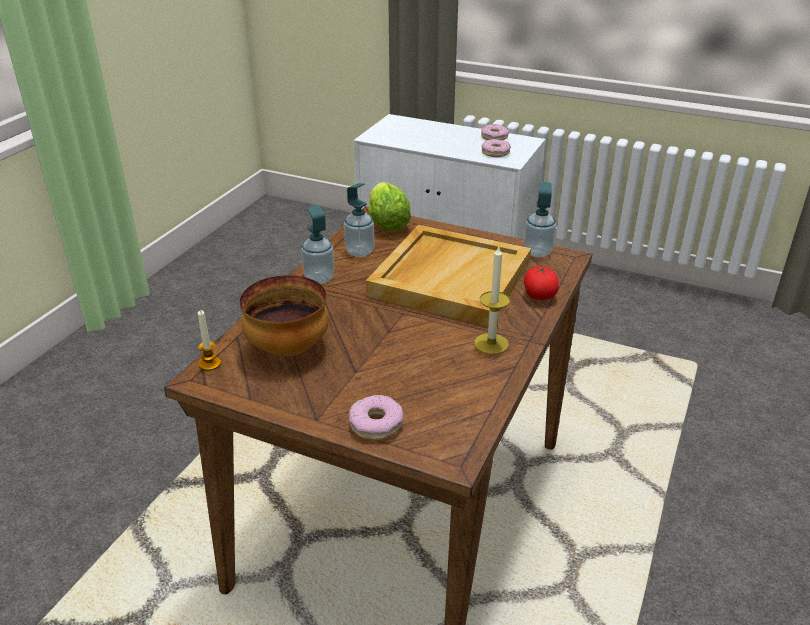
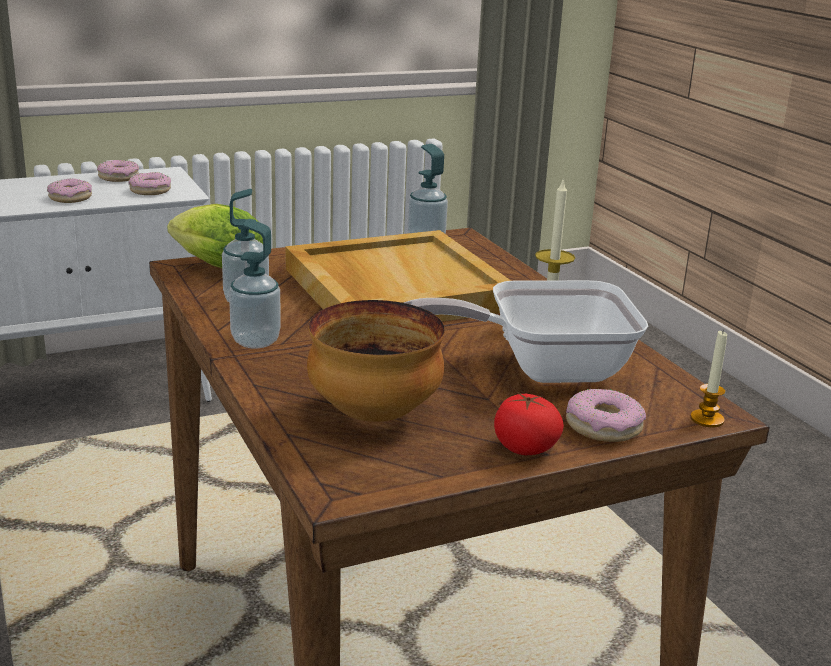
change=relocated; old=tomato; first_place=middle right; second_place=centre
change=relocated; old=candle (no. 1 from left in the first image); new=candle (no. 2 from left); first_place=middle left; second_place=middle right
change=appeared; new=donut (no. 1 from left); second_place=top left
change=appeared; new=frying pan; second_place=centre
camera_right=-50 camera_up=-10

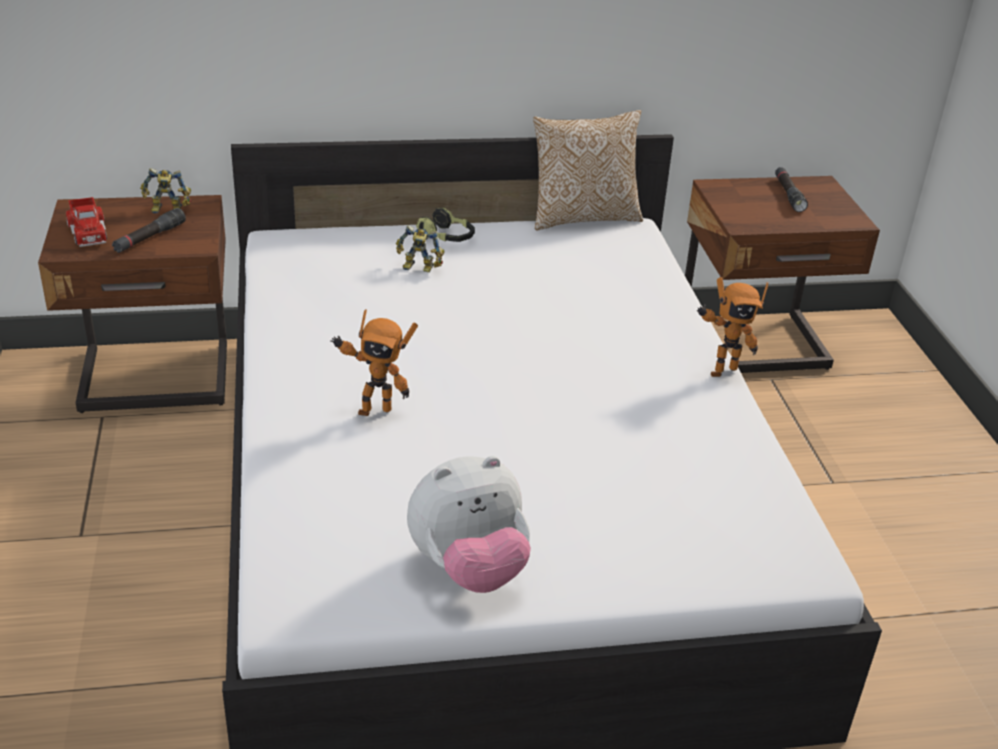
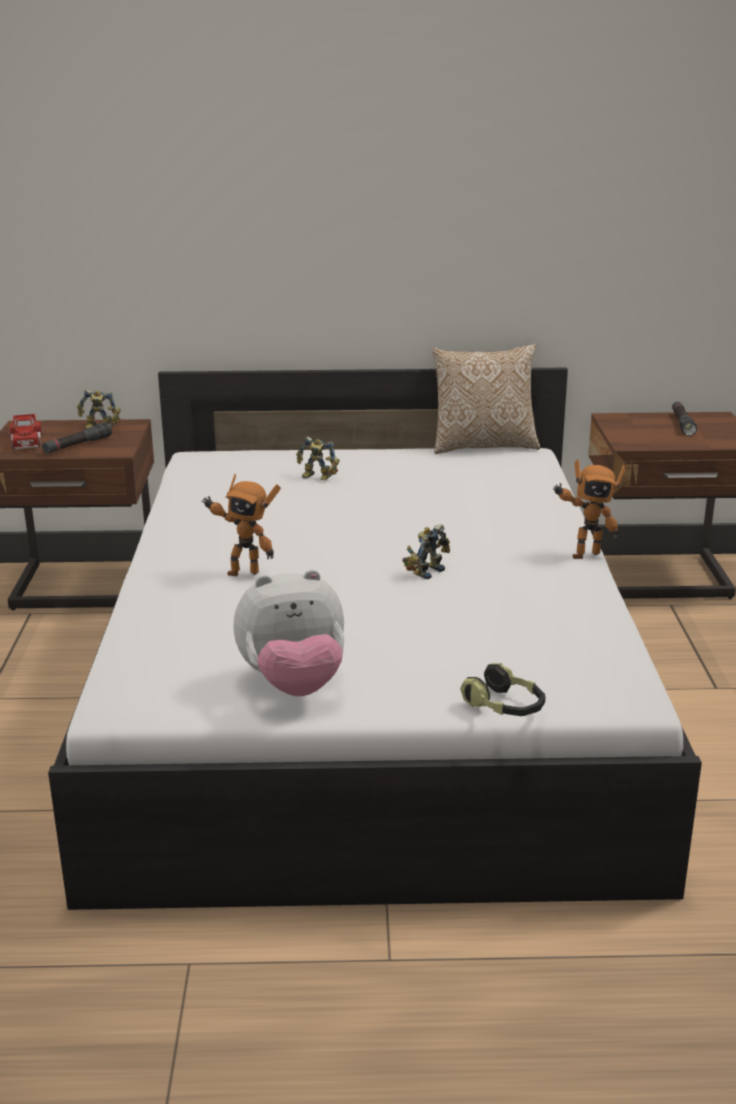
change=relocated; old=headphones; first_place=top centre; second_place=middle right
change=appeared; new=toy robot (no. 4 from left); second_place=centre
camera_right=10 camera_up=-10

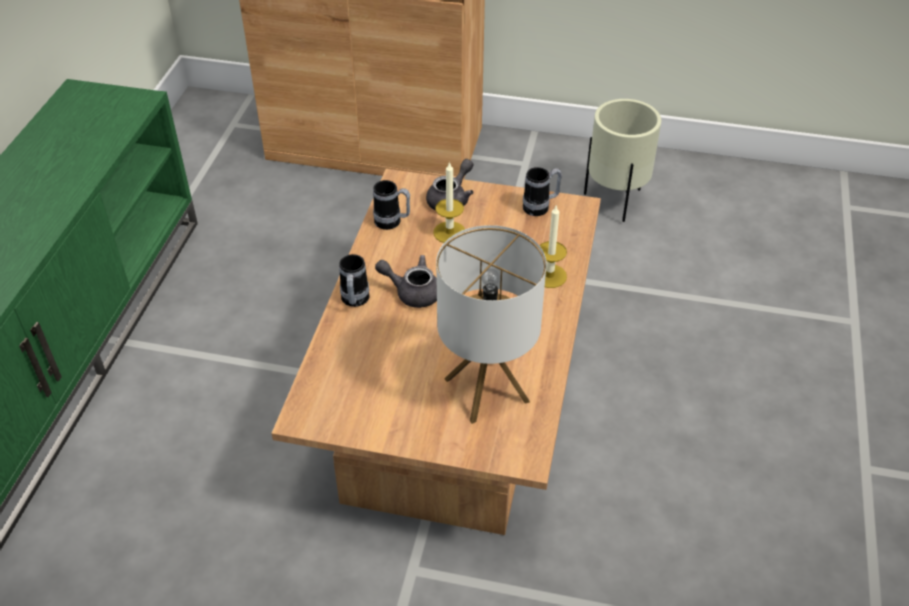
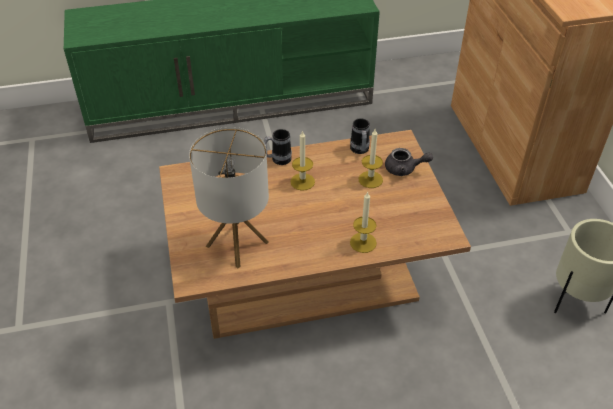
change=missing; old=mug (no. 3 from left); first_place=top centre
change=exchanged; old=teapot (grey) (no. 1 from left); new=candle (no. 1 from left); first_place=centre; second_place=centre
camera_right=65 camera_up=0

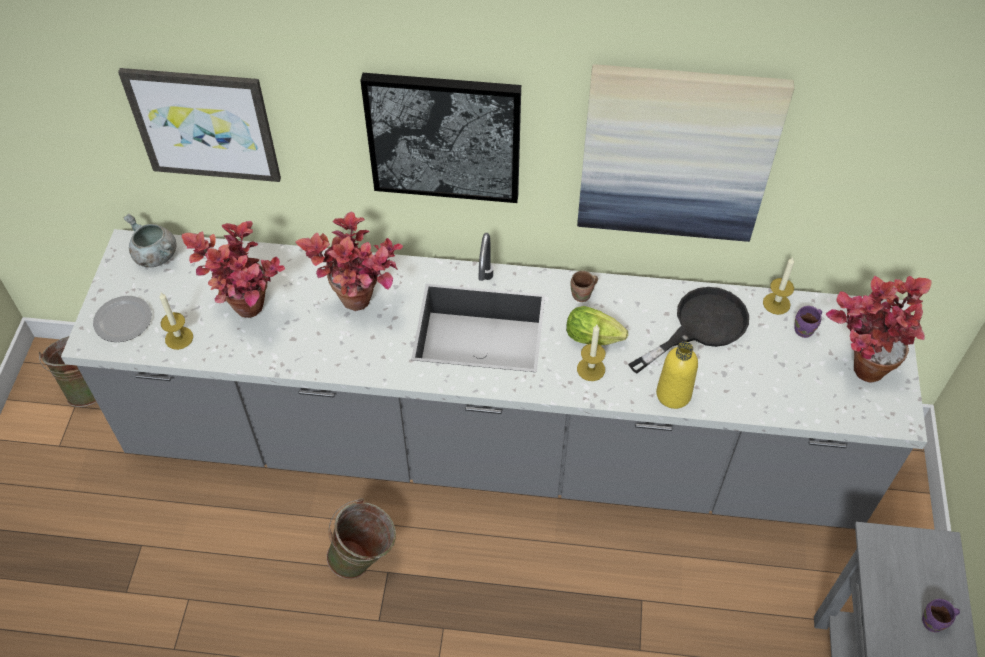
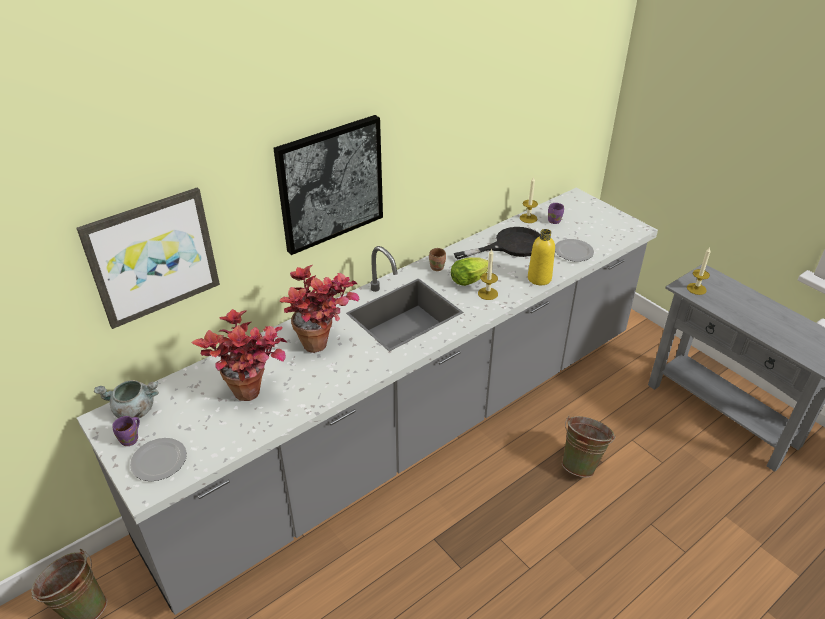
change=missing; old=picture (no. 3 from left); first_place=top right
change=missing; old=potted plant (no. 3 from left); first_place=middle right
change=spun; old=frying pan (black); first_place=middle right; second_place=centre; degrees=60
change=relocated; old=candle (no. 1 from left in the first image); new=candle (no. 3 from left); first_place=middle left; second_place=middle right
change=relocated; old=bucket (green) (no. 2 from left); first_place=bottom centre; second_place=bottom right
change=relocated; old=mug (purple) (no. 2 from left in the first image); new=mug (purple) (no. 1 from left); first_place=bottom right; second_place=bottom left
change=appeared; new=plate (no. 2 from left); second_place=middle right
camera_right=-45 camera_up=-15

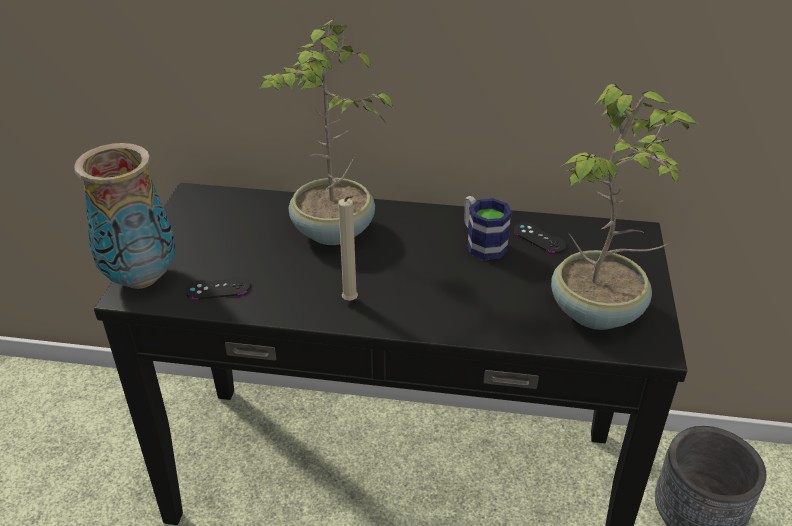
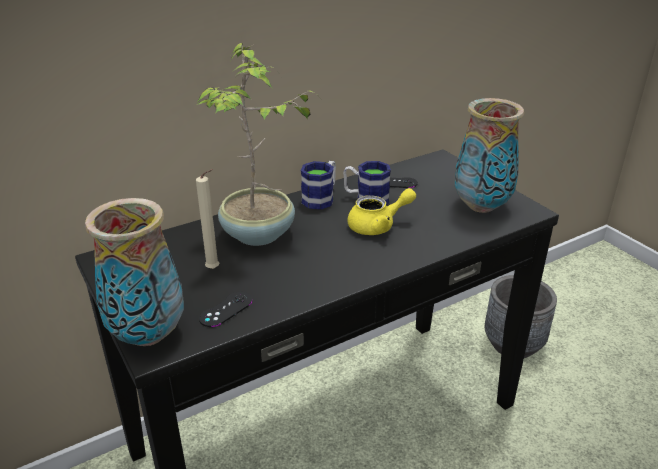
change=exchanged; old=potted plant (no. 2 from left); new=vase (no. 2 from left); first_place=middle right; second_place=top right
change=relocated; old=candle (beige); first_place=centre; second_place=middle left
change=appeared; new=mug (no. 1 from left); second_place=centre
change=appeared; new=teapot (yellow); second_place=centre
camera_right=-40 camera_up=-5

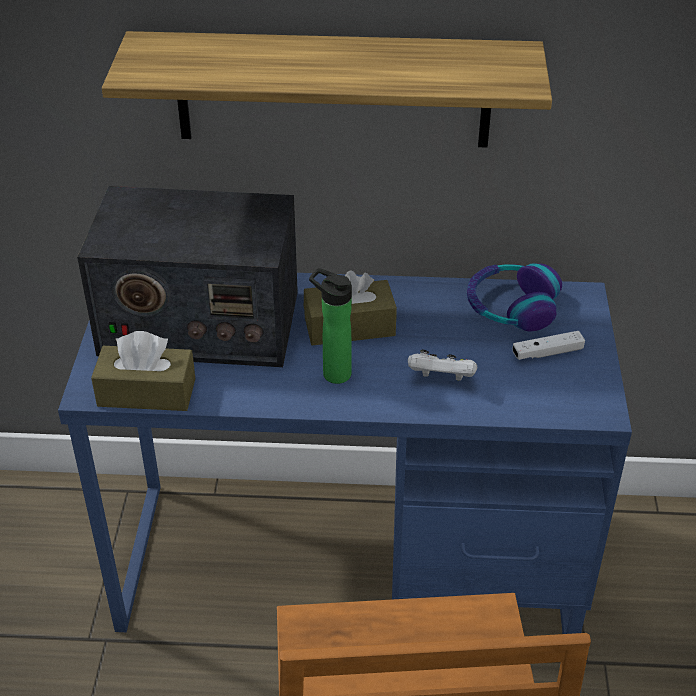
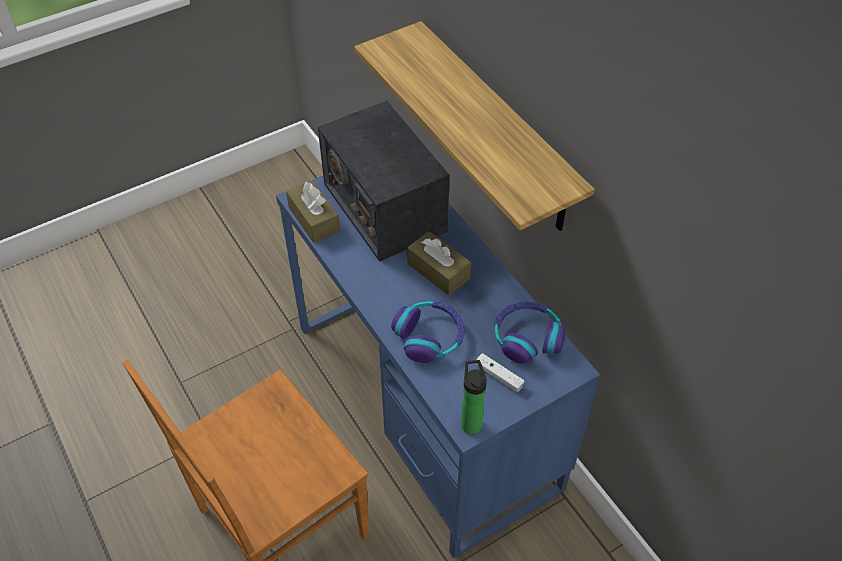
change=relocated; old=bottle; first_place=centre; second_place=bottom centre
change=exchanged; old=game controller (white) (no. 1 from left); new=headphones (no. 1 from left); first_place=centre; second_place=centre
camera_right=55 camera_up=10

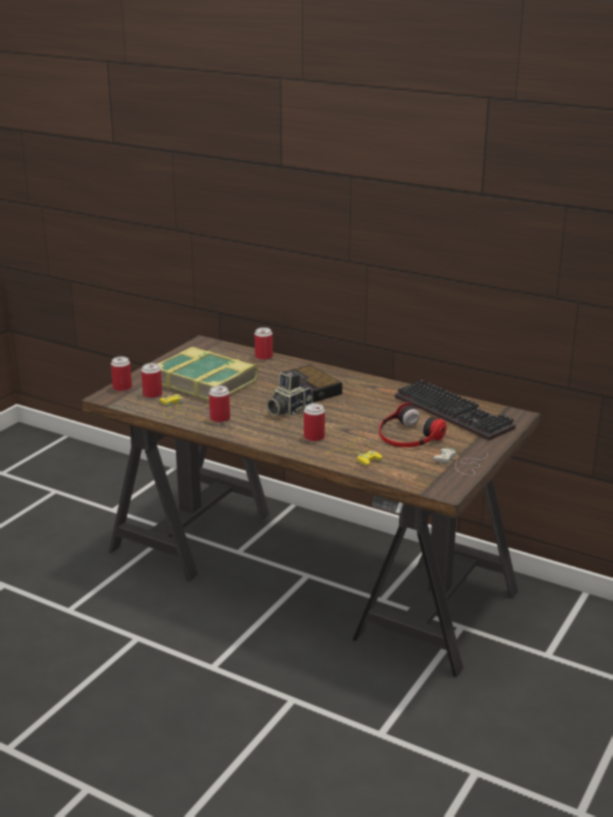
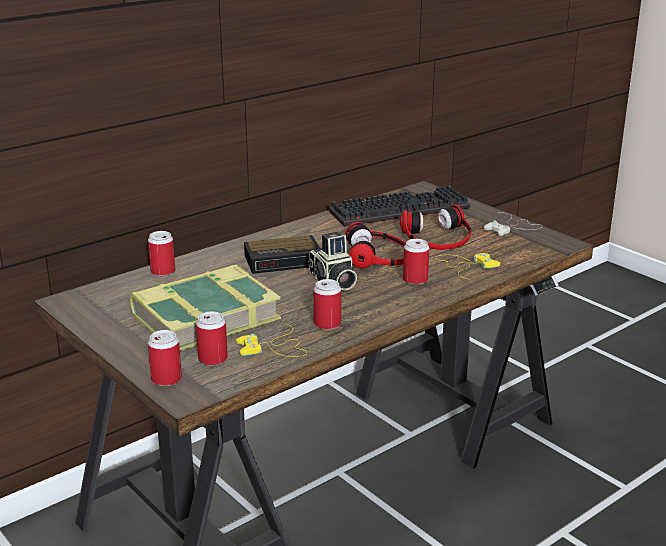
change=appeared; new=headphones (no. 1 from left); second_place=centre
camera_right=-70 camera_up=0

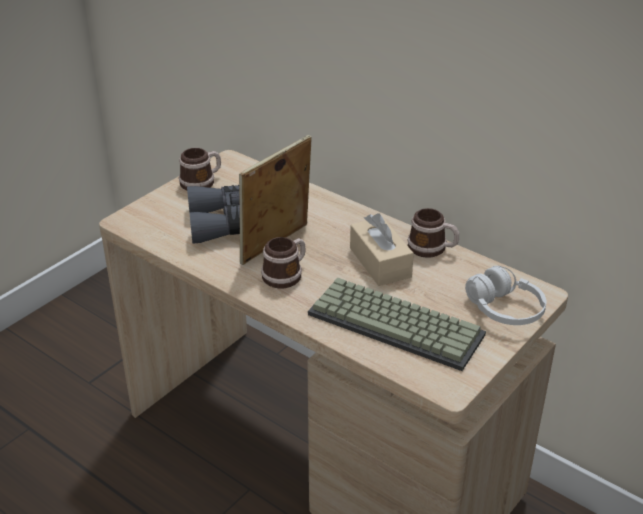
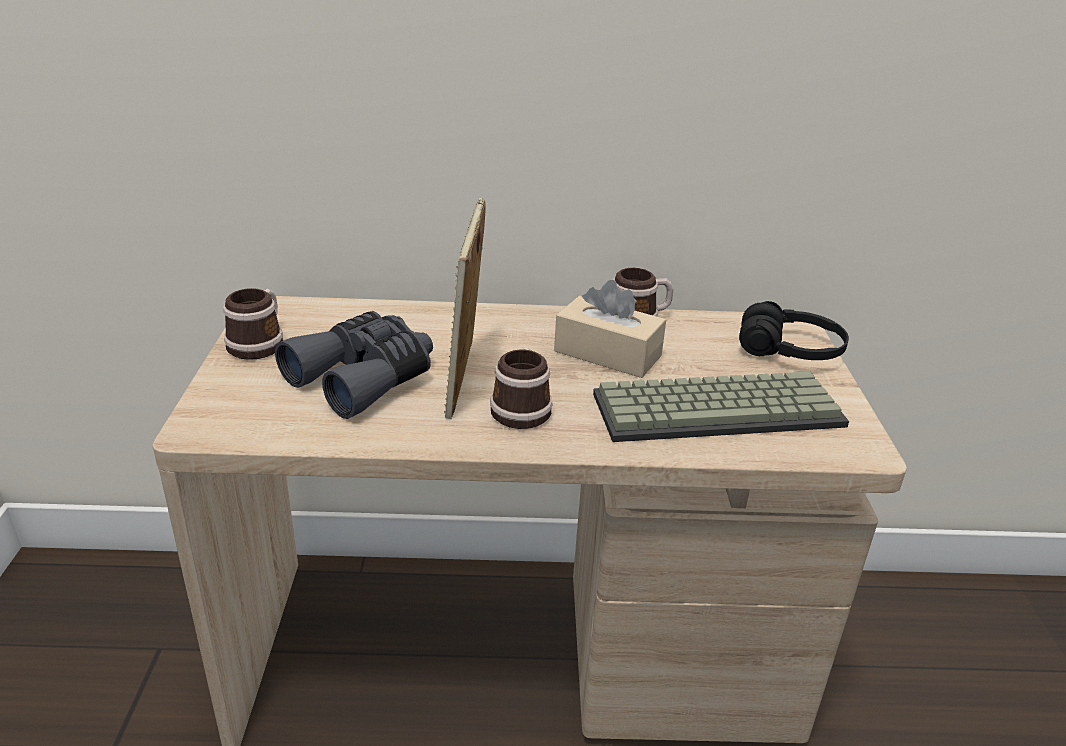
change=colour; old=headphones (white); new=headphones (black); first_place=middle right; second_place=middle right
camera_right=-40 camera_up=-5

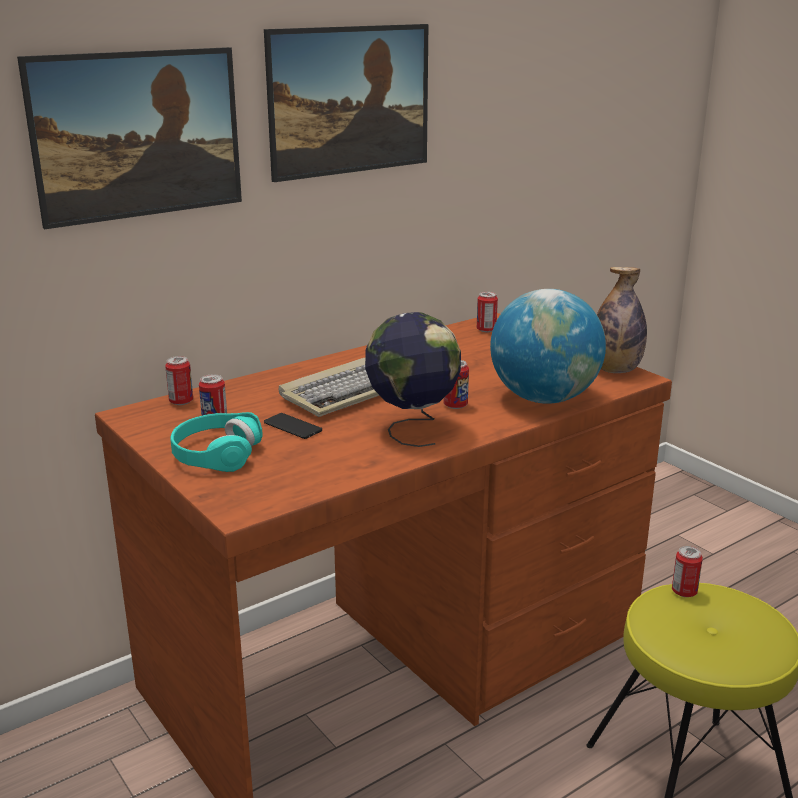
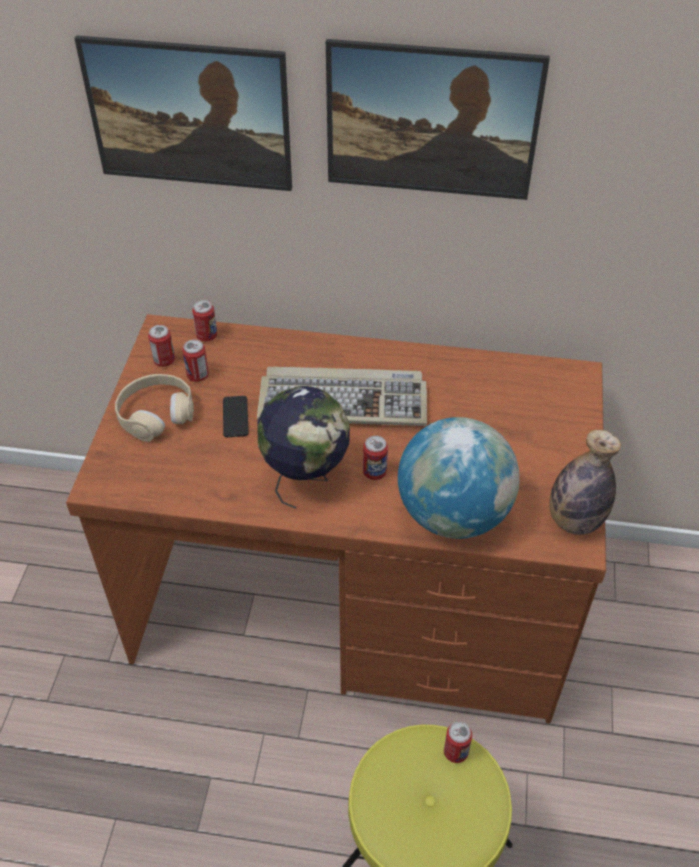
change=relocated; old=can (no. 4 from left in the first image); new=can (no. 1 from left); first_place=centre; second_place=middle left
change=colour; old=headphones (turquoise); new=headphones (beige); first_place=middle left; second_place=middle left
camera_right=45 camera_up=25

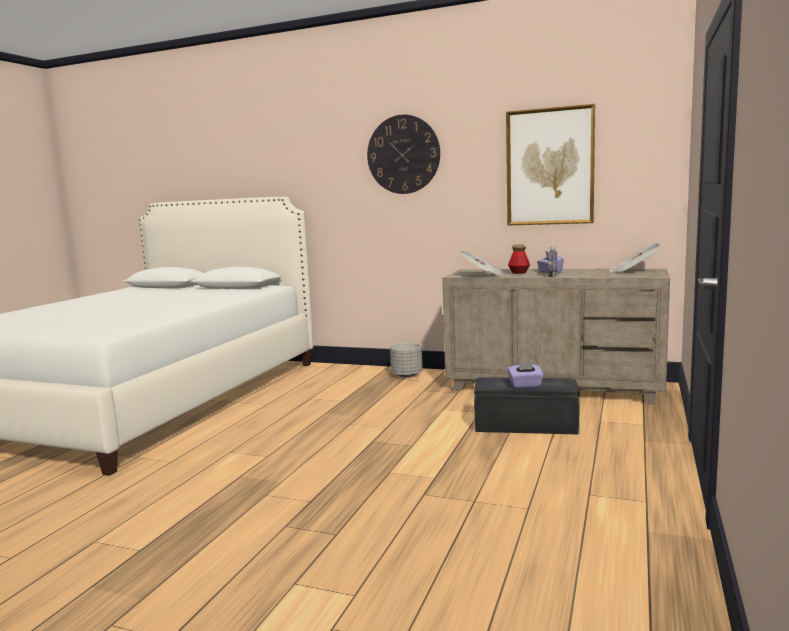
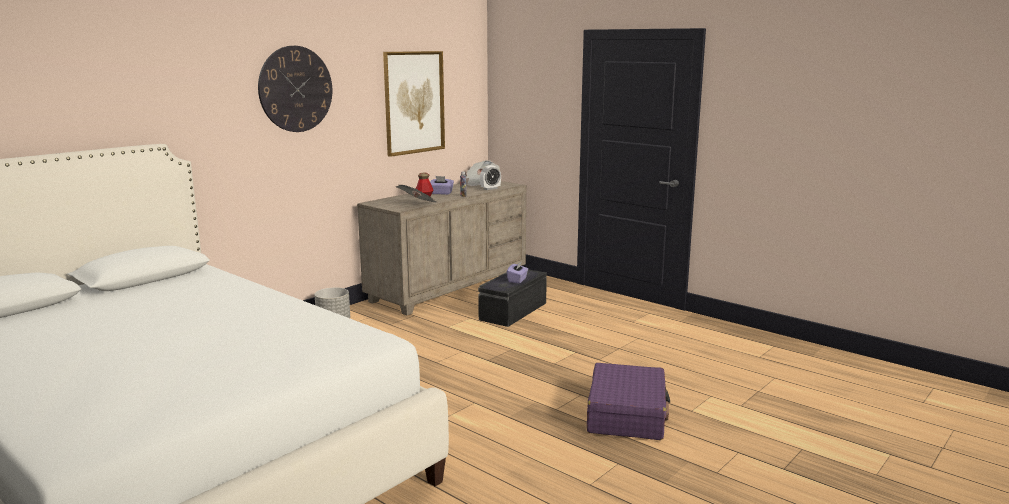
change=appeared; new=alarm clock; second_place=centre
change=appeared; new=suitcase (purple); second_place=bottom centre
camera_right=-70 camera_up=5

